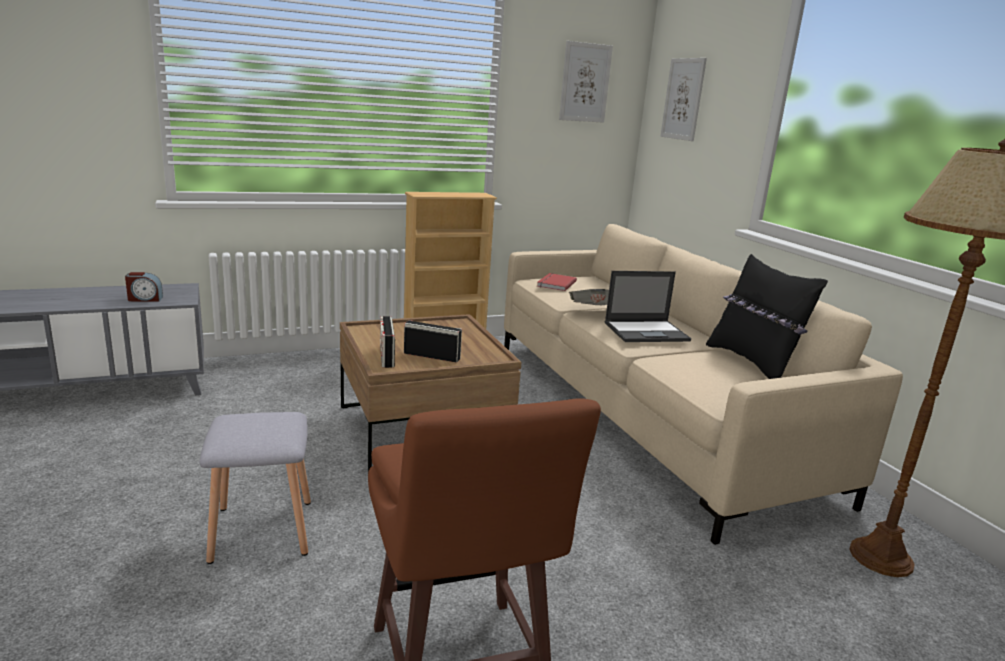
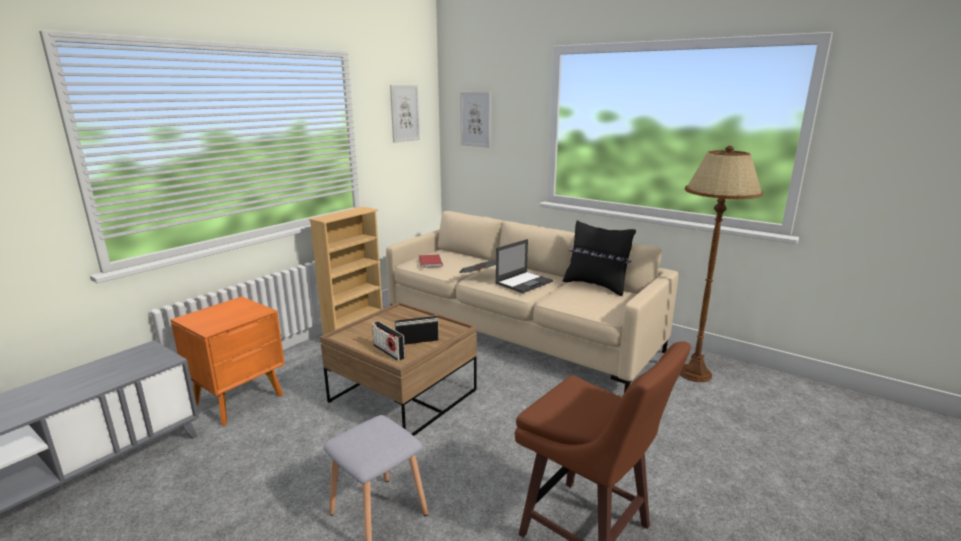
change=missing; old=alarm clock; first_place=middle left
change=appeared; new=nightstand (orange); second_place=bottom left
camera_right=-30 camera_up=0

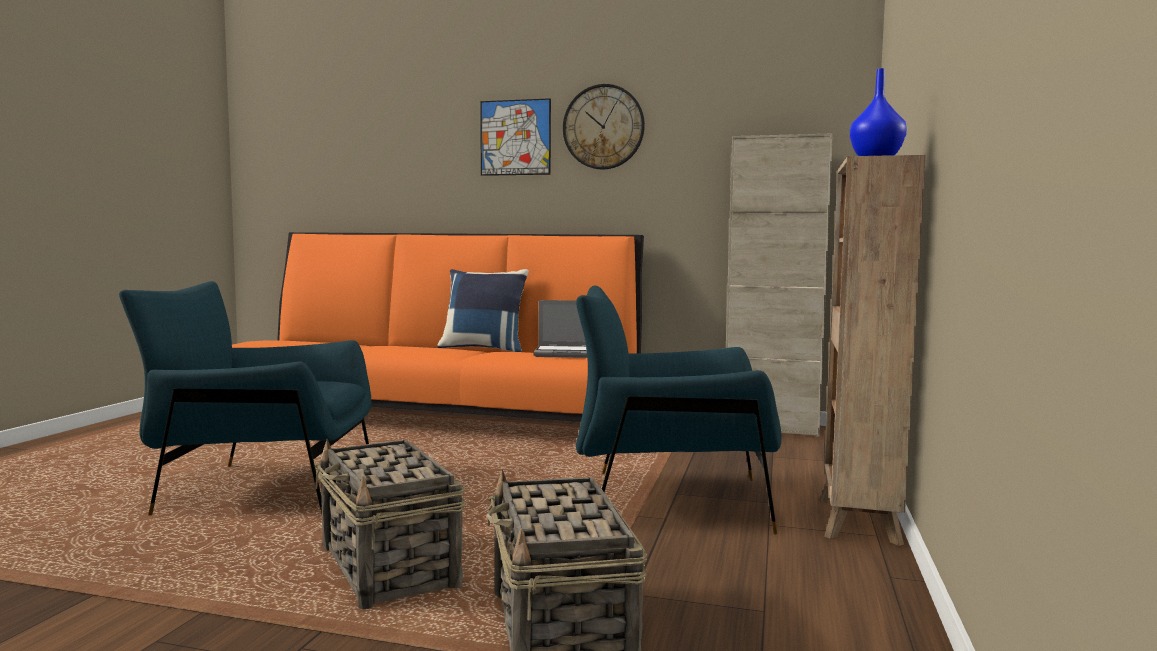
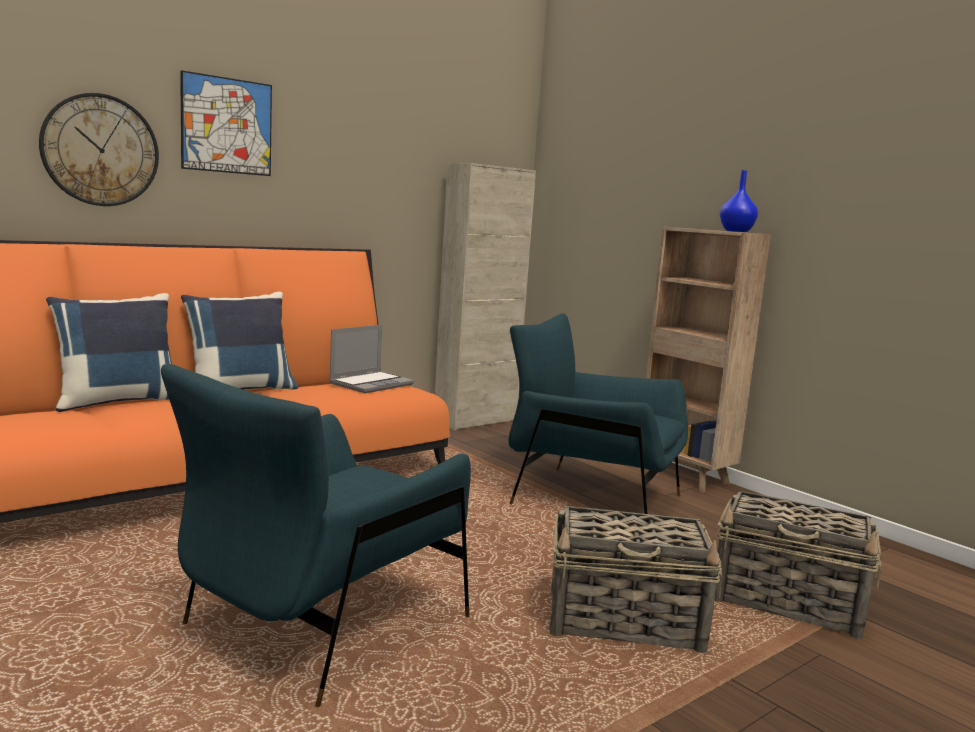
change=relocated; old=wall clock; first_place=top centre; second_place=top left
change=spun; old=armchair (blue) (no. 2 from left); first_place=centre; second_place=centre; degrees=75
change=appeared; new=pillow (blue) (no. 1 from left); second_place=middle left
camera_right=-55 camera_up=5

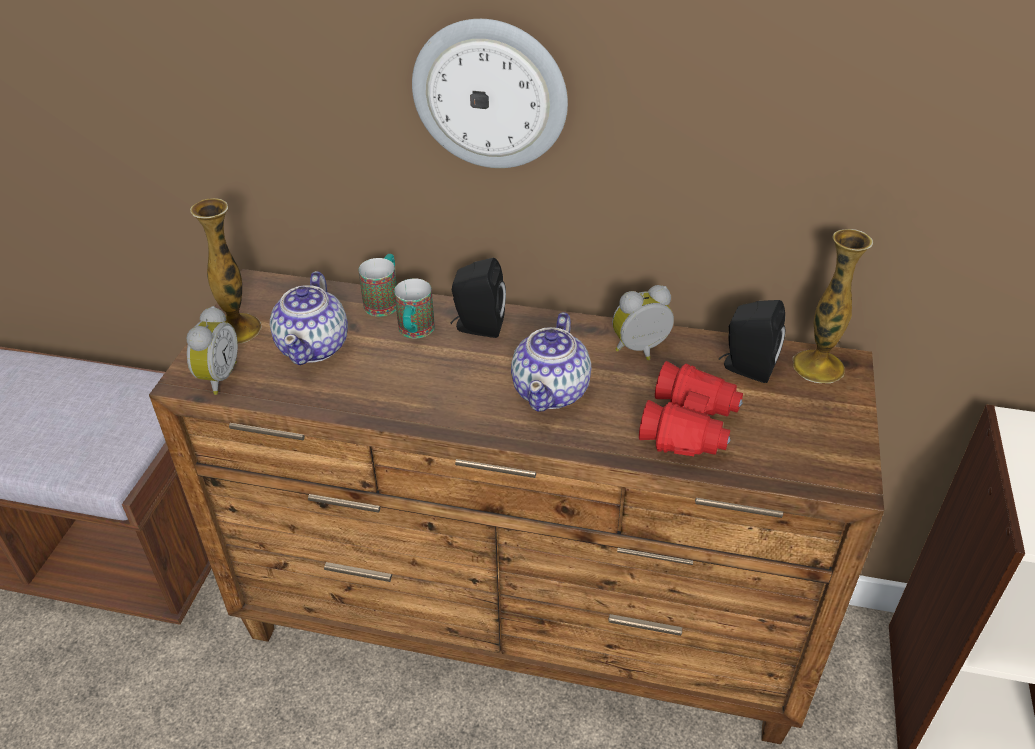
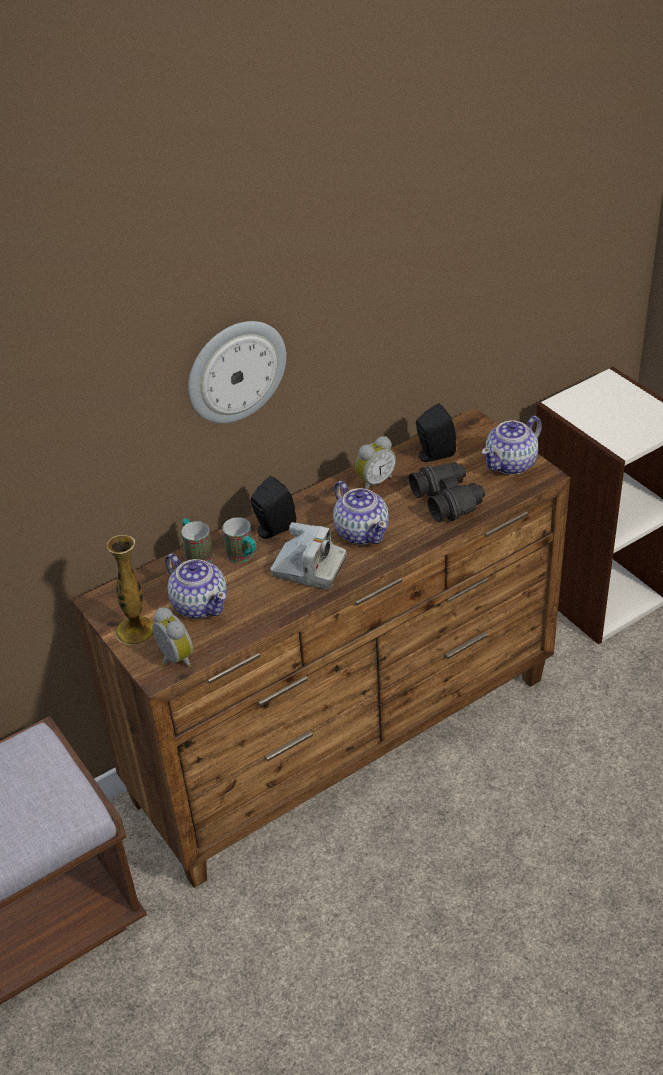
change=missing; old=vase (no. 2 from left); first_place=middle right
change=spun; old=alarm clock (no. 2 from left); first_place=centre; second_place=centre; degrees=-150
change=colour; old=binoculars (red); new=binoculars (black); first_place=middle right; second_place=middle right
change=appeared; new=teapot (no. 3 from left); second_place=middle right
change=appeared; new=photo camera; second_place=centre
camera_right=-45 camera_up=0

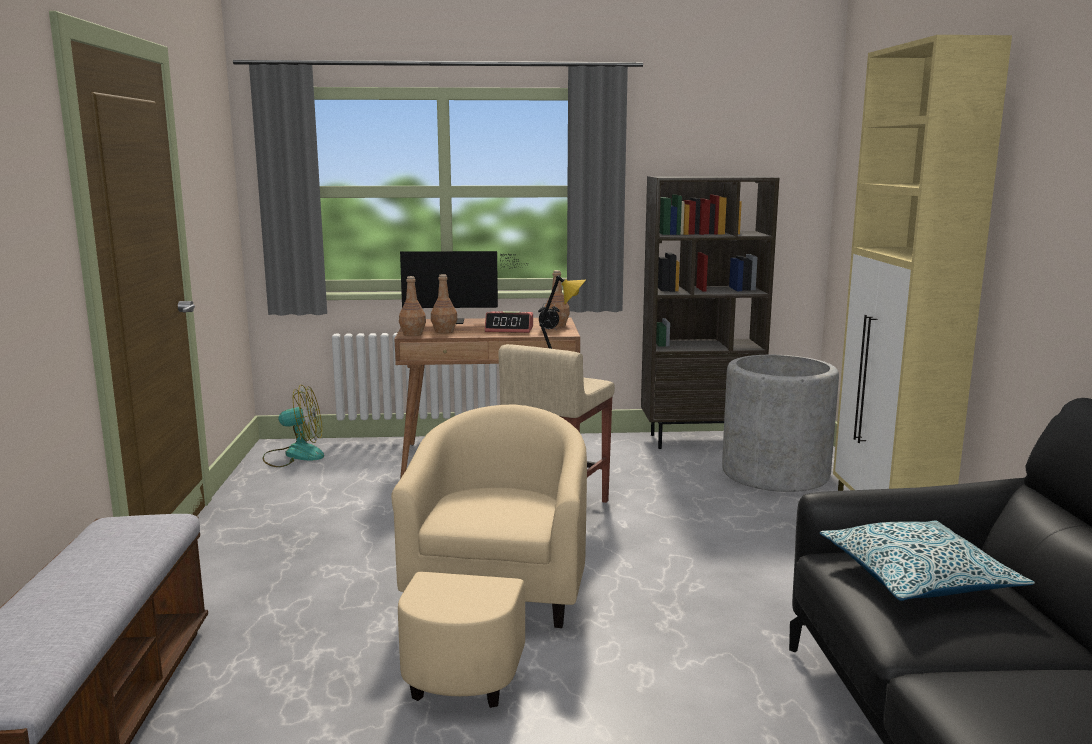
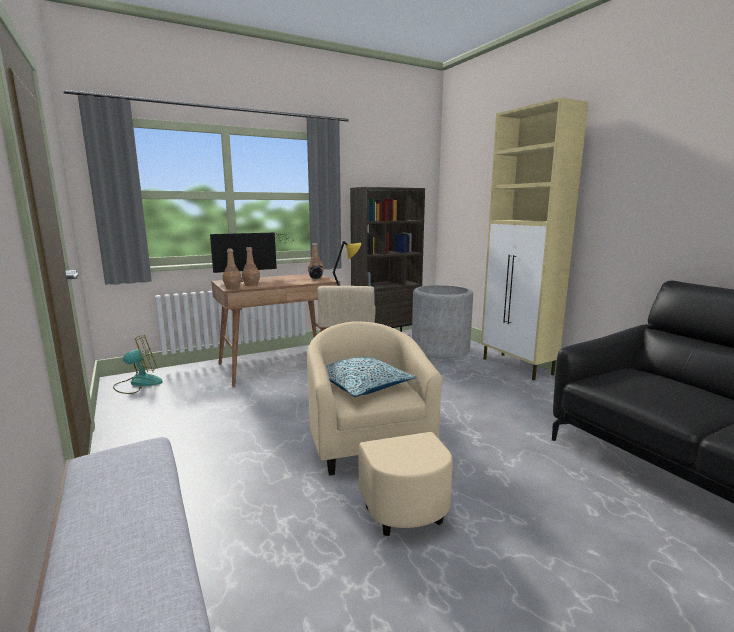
change=missing; old=alarm clock (no. 1 from left); first_place=centre
change=relocated; old=pillow; first_place=bottom right; second_place=centre
camera_right=-25 camera_up=0

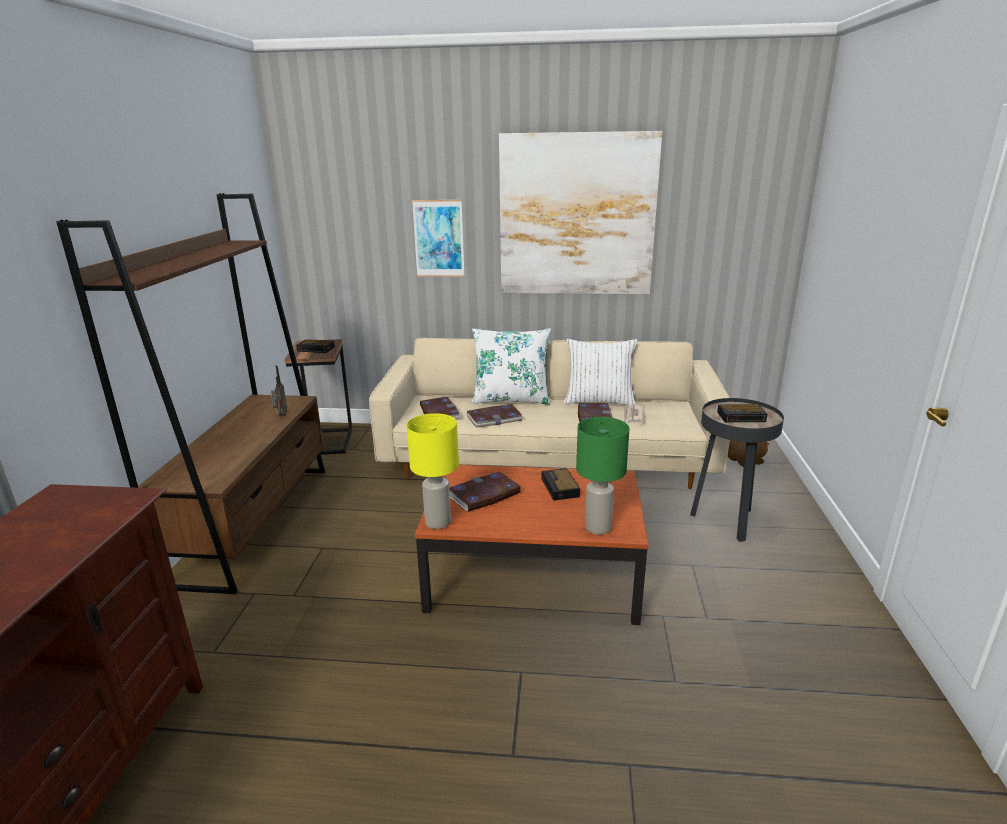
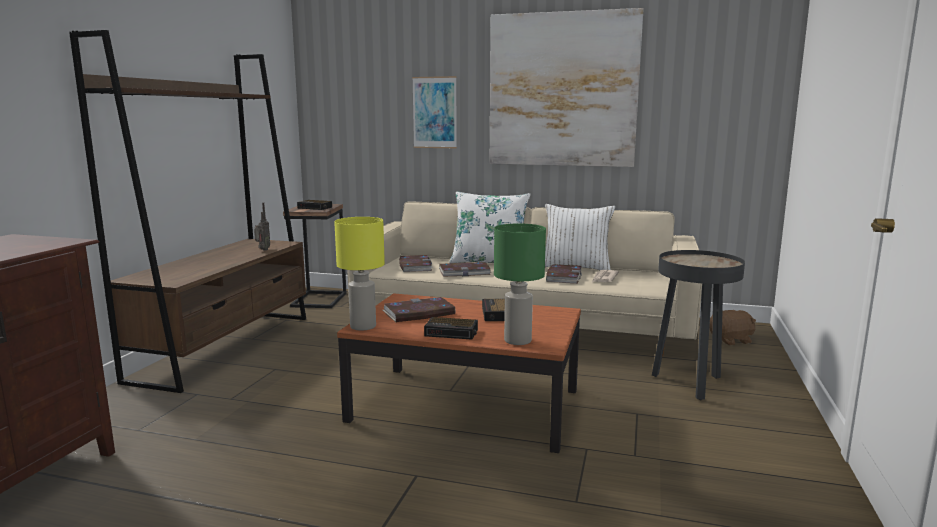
change=relocated; old=alarm clock (no. 3 from left in the first image); new=alarm clock (no. 2 from left); first_place=middle right; second_place=centre
camera_right=10 camera_up=-10

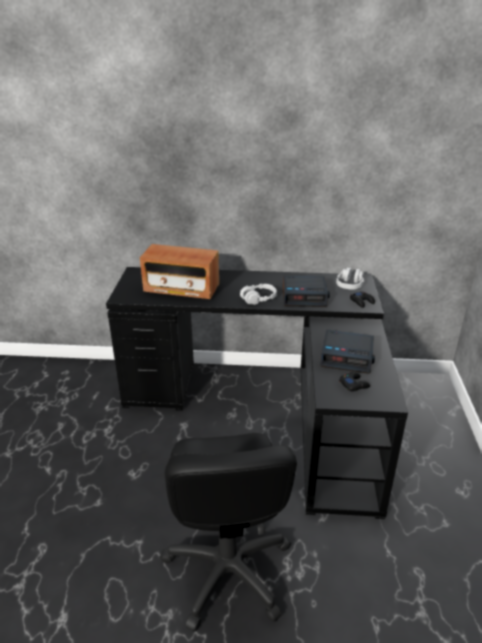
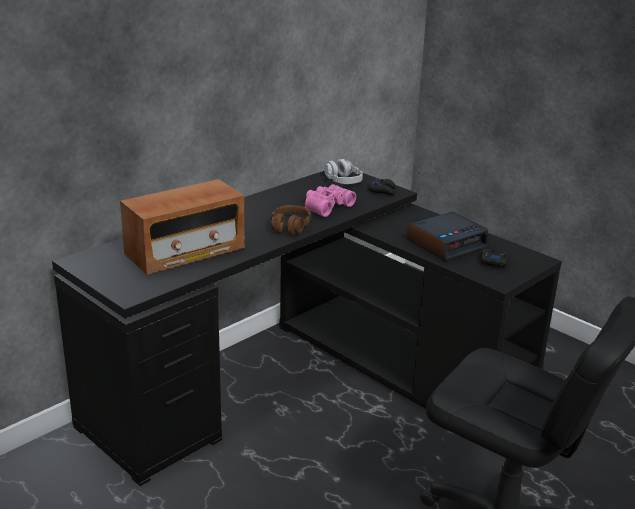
change=exchanged; old=alarm clock (no. 1 from left); new=binoculars (pink); first_place=centre; second_place=centre
change=colour; old=headphones (grey) (no. 1 from left); new=headphones (brown); first_place=centre; second_place=centre
camera_right=-50 camera_up=-5

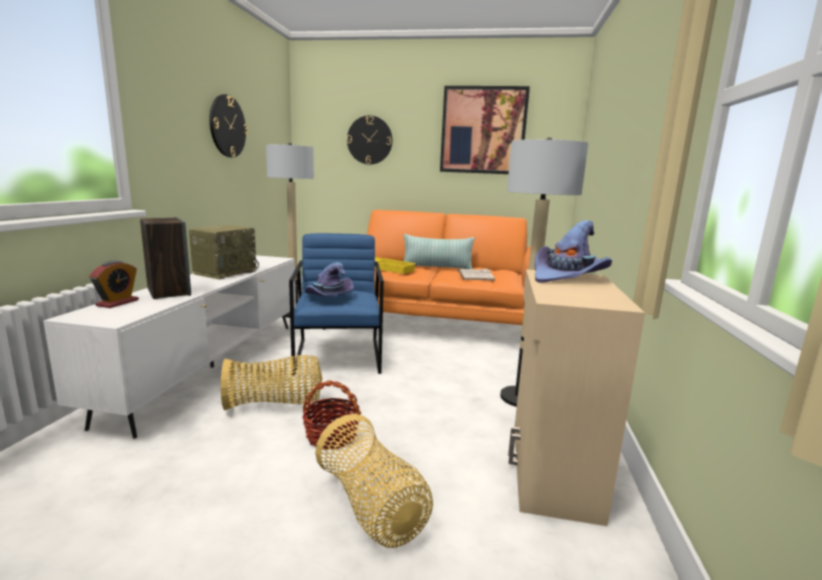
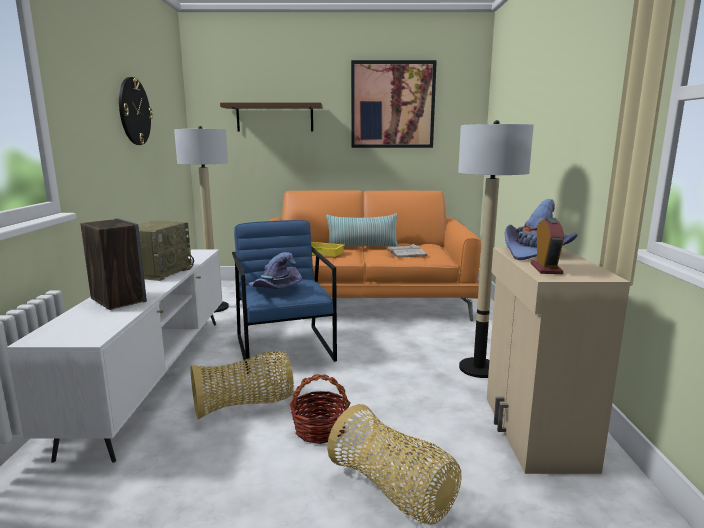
change=exchanged; old=wall clock (no. 2 from left); new=shelf (brown); first_place=top centre; second_place=top centre
change=relocated; old=alarm clock; first_place=middle left; second_place=middle right
camera_right=-10 camera_up=0

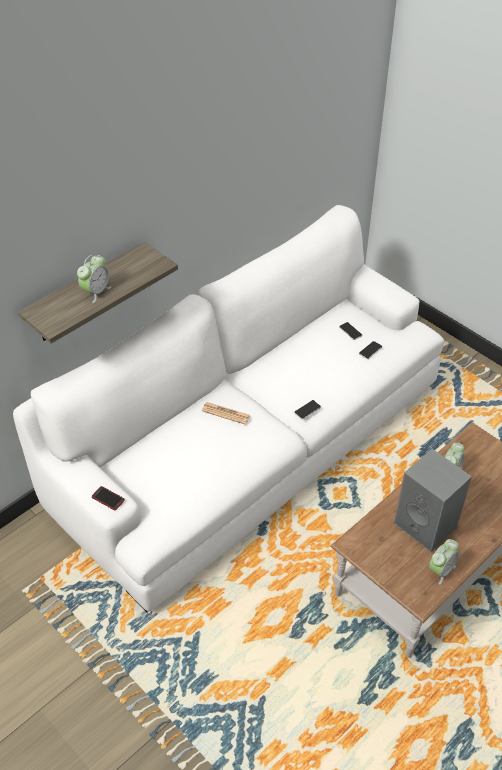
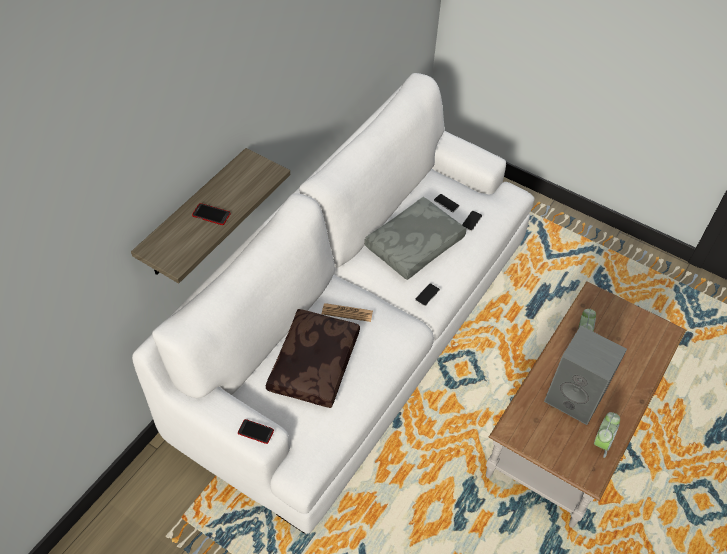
change=exchanged; old=alarm clock (no. 1 from left); new=phone (no. 1 from left); first_place=middle left; second_place=middle left
change=appeared; new=pillow (grey); second_place=centre
change=appeared; new=pillow (brown); second_place=centre
camera_right=-15 camera_up=5

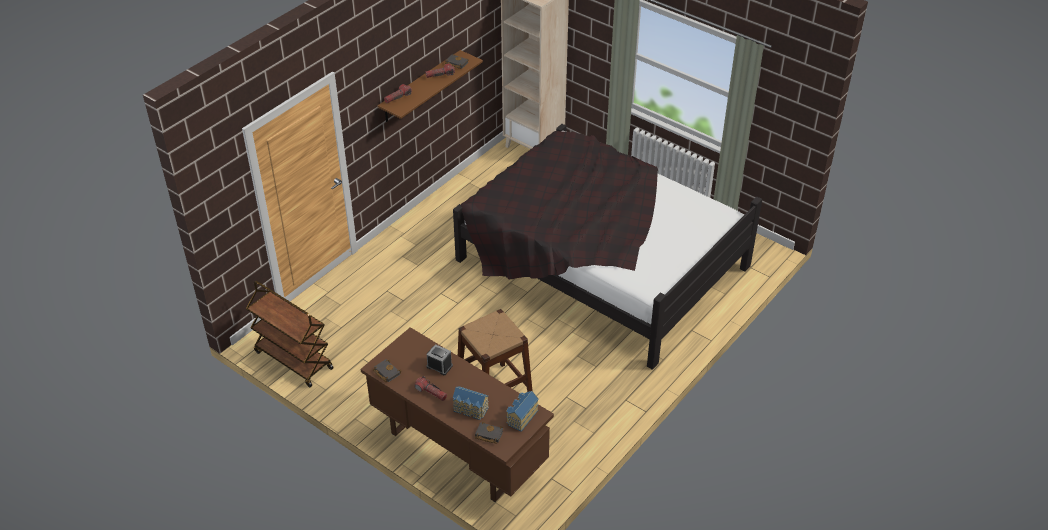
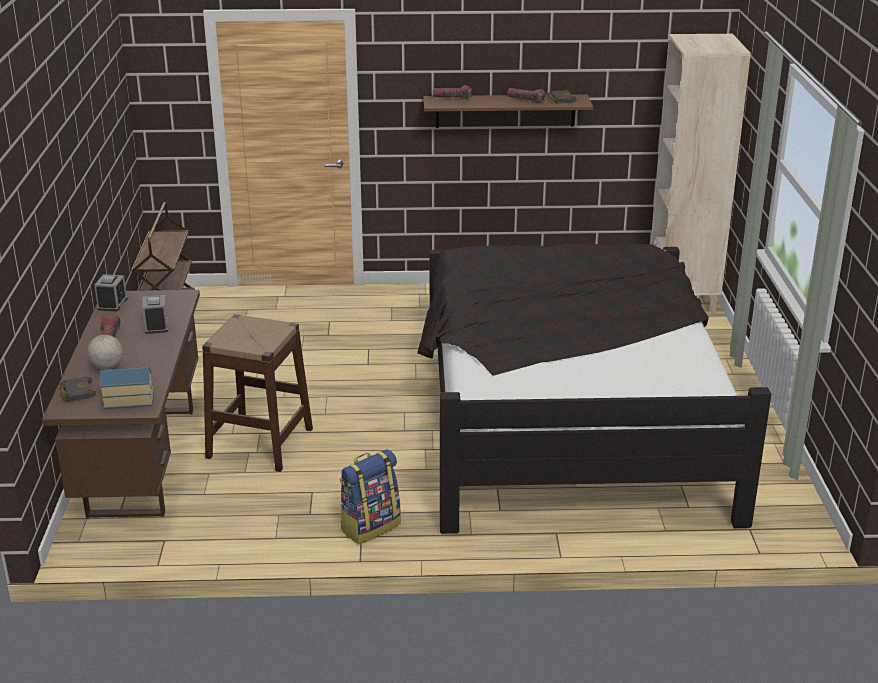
change=exchanged; old=book (black) (no. 1 from left); new=alarm clock (no. 1 from left); first_place=bottom centre; second_place=middle left
change=exchanged; old=toy house (no. 1 from left); new=globe; first_place=bottom centre; second_place=middle left
change=appeared; new=backpack; second_place=bottom centre
camera_right=50 camera_up=-15

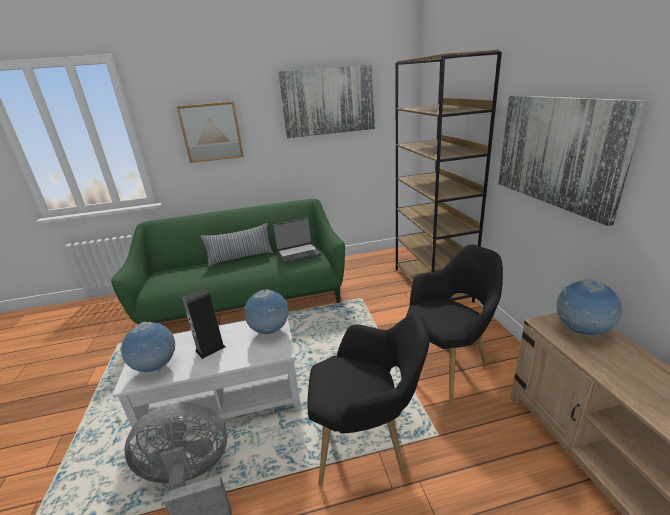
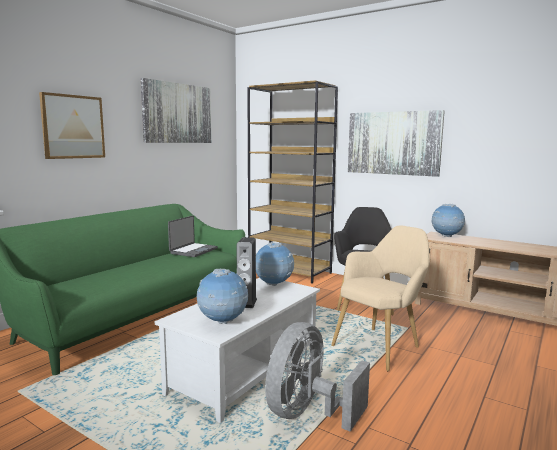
change=missing; old=pillow; first_place=centre
change=colour; old=armchair (black) (no. 1 from left); new=armchair (beige); first_place=bottom centre; second_place=middle right
camera_right=-45 camera_up=-15

